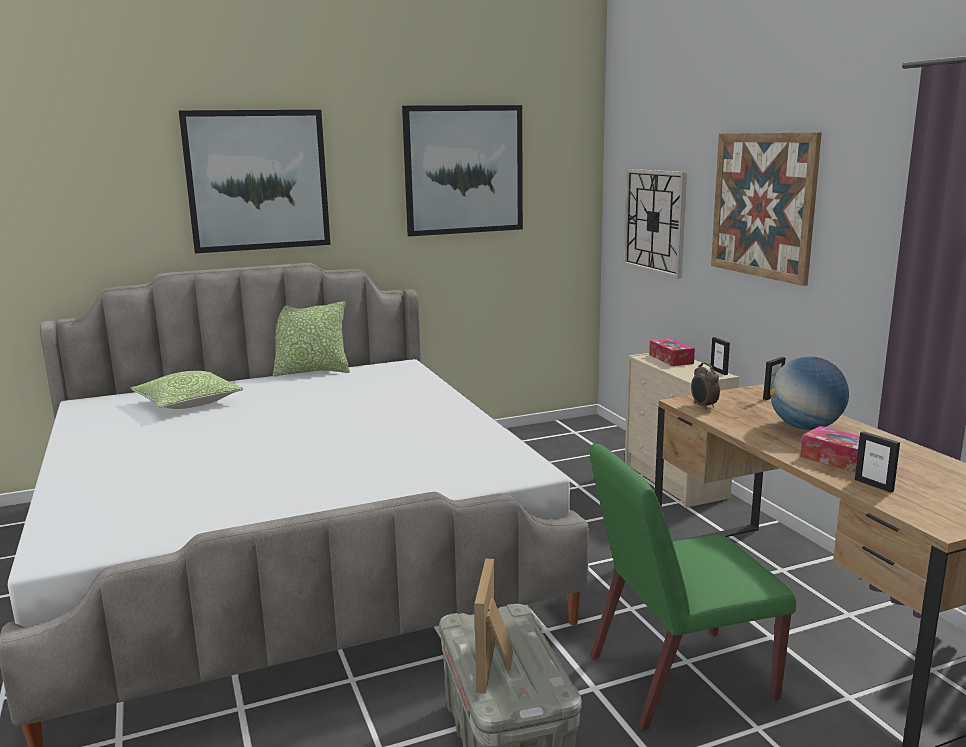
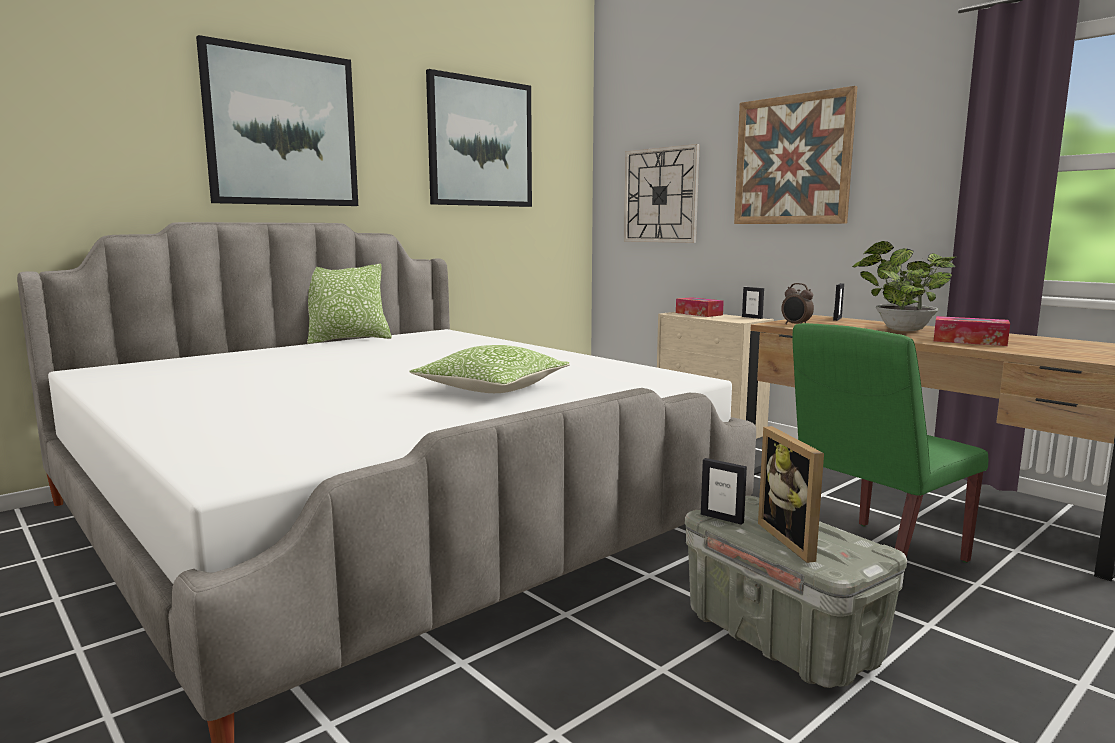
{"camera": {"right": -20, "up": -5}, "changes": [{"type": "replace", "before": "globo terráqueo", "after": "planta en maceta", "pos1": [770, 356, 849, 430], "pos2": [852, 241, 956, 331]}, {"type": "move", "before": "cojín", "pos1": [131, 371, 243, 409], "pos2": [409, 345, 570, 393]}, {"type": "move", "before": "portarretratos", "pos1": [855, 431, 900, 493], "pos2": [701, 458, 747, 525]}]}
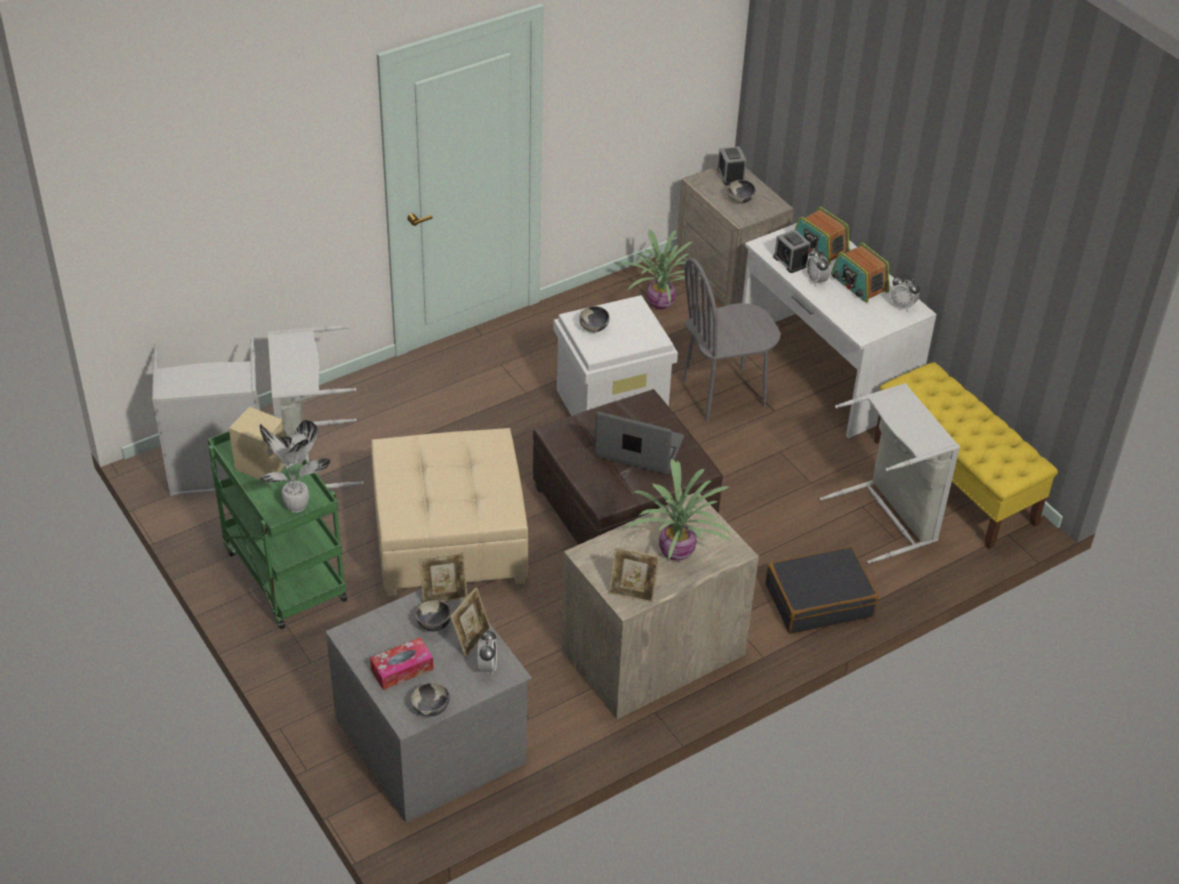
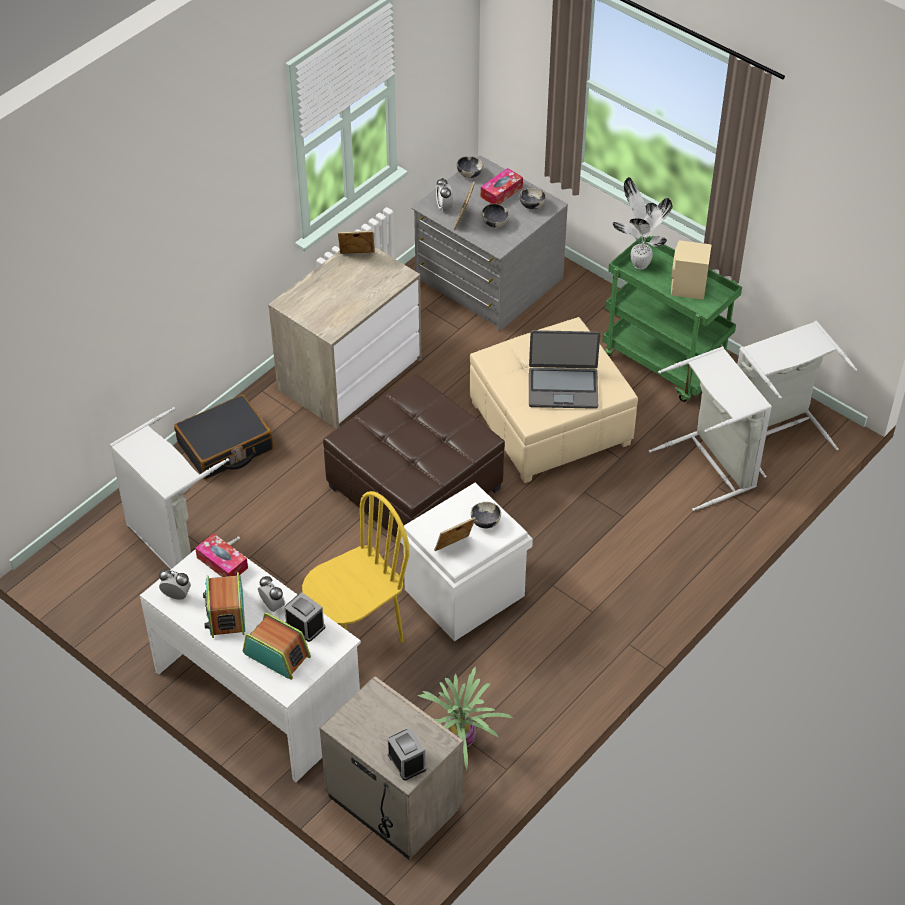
{"camera": {"right": 165, "up": 5}, "changes": [{"type": "move", "before": "cuenco", "pos1": [727, 180, 756, 204], "pos2": [519, 188, 546, 209]}, {"type": "rotate", "before": "radio", "pos1": [831, 242, 889, 303], "pos2": [203, 572, 245, 638], "turn": -135}, {"type": "recolor", "before": "silla [gris]", "after": "silla [amarillo]", "pos1": [683, 258, 781, 421], "pos2": [302, 491, 409, 643]}, {"type": "delete", "before": "banco [amarillo]", "pos1": [874, 362, 1058, 549]}, {"type": "move", "before": "portátil", "pos1": [595, 412, 684, 474], "pos2": [529, 330, 600, 409]}, {"type": "delete", "before": "planta en maceta", "pos1": [625, 459, 733, 560]}, {"type": "move", "before": "portarretratos", "pos1": [419, 552, 467, 603], "pos2": [434, 517, 476, 551]}, {"type": "insert", "after": "caja de pañuelos", "pos2": [195, 533, 248, 577]}]}
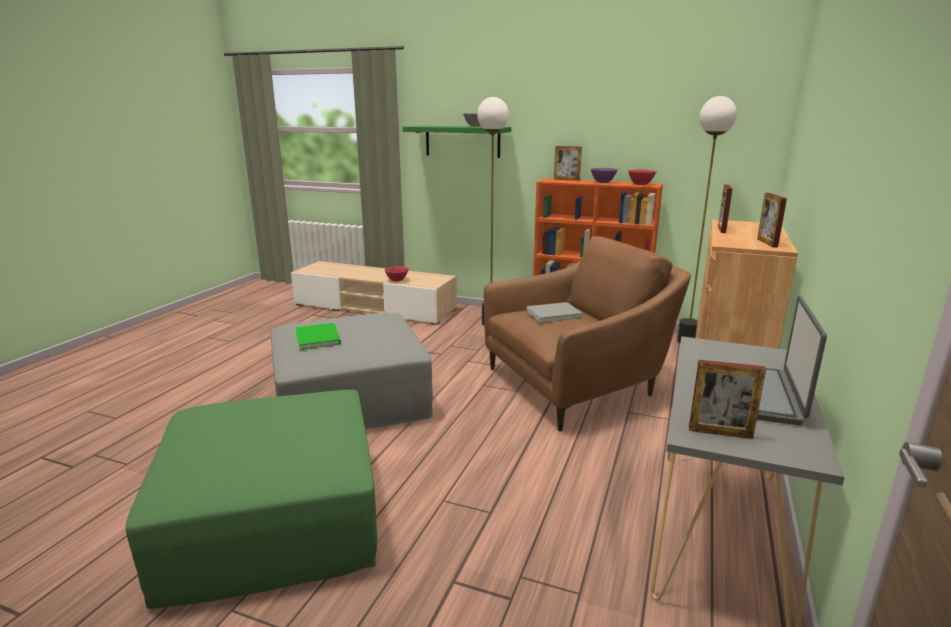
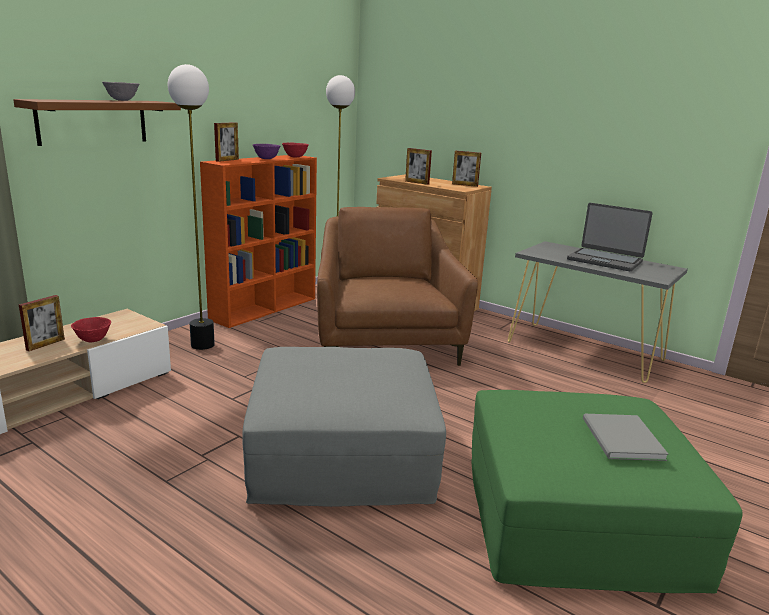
{"camera": {"right": -75, "up": 0}, "changes": [{"type": "recolor", "before": "estante [verde]", "after": "estante [marrón]", "pos1": [402, 126, 511, 158], "pos2": [13, 99, 181, 146]}, {"type": "move", "before": "libro [gris]", "pos1": [526, 302, 583, 323], "pos2": [583, 414, 668, 461]}, {"type": "delete", "before": "libro [verde]", "pos1": [295, 323, 341, 350]}, {"type": "move", "before": "portarretratos", "pos1": [689, 360, 766, 439], "pos2": [19, 295, 65, 351]}]}
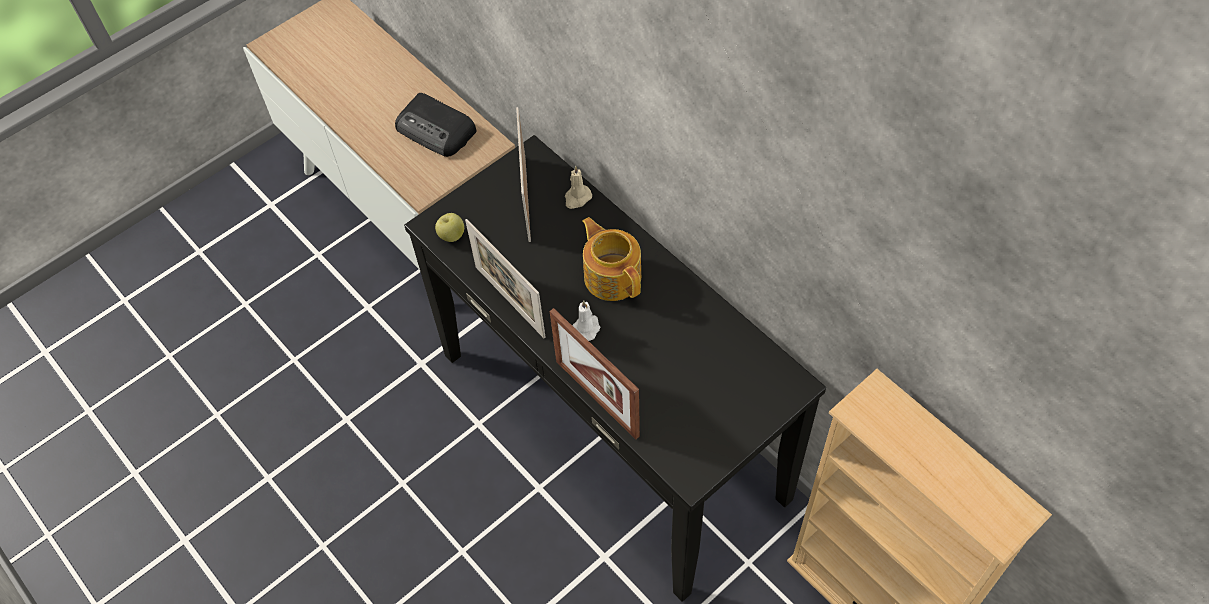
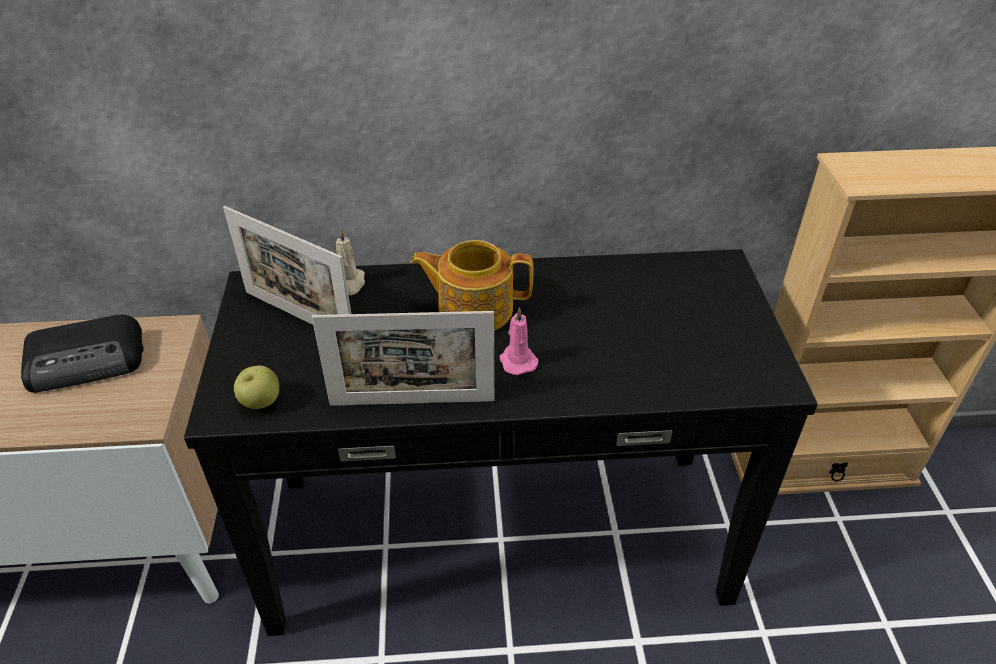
{"camera": {"right": -55, "up": -15}, "changes": [{"type": "recolor", "before": "vela [blanco]", "after": "vela [rosa]", "pos1": [572, 300, 600, 341], "pos2": [500, 307, 539, 375]}, {"type": "delete", "before": "portarretratos", "pos1": [550, 308, 640, 439]}]}
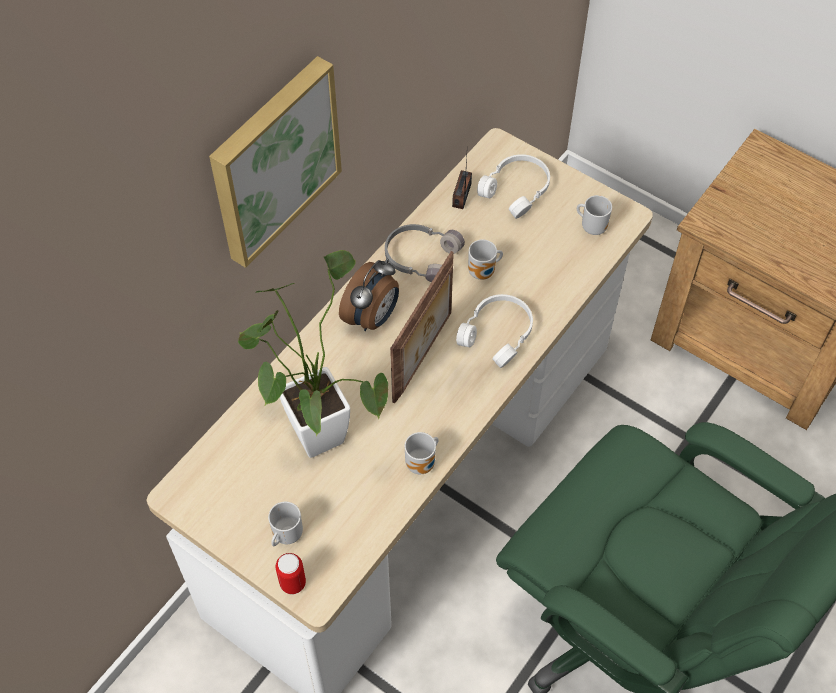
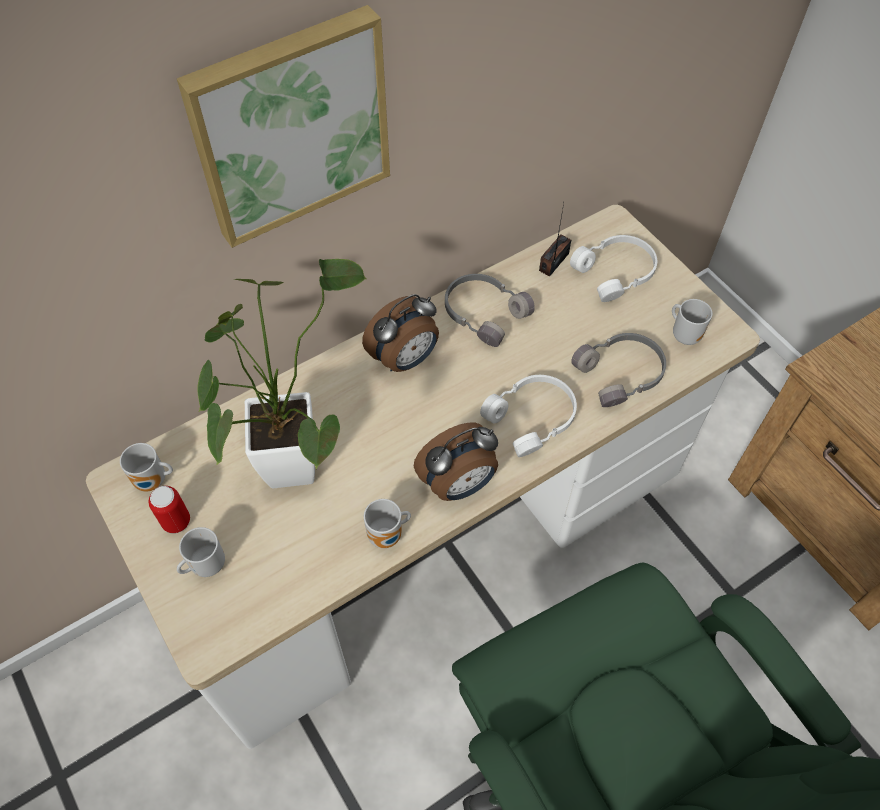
{"camera": {"right": 20, "up": 0}, "changes": [{"type": "move", "before": "taza grande", "pos1": [468, 239, 503, 280], "pos2": [120, 443, 173, 492]}, {"type": "delete", "before": "portarretratos", "pos1": [390, 251, 454, 404]}, {"type": "move", "before": "lata", "pos1": [276, 553, 306, 594], "pos2": [149, 486, 190, 534]}, {"type": "insert", "after": "auriculares [gris]", "pos2": [571, 333, 666, 407]}, {"type": "insert", "after": "despertador", "pos2": [414, 423, 498, 501]}]}
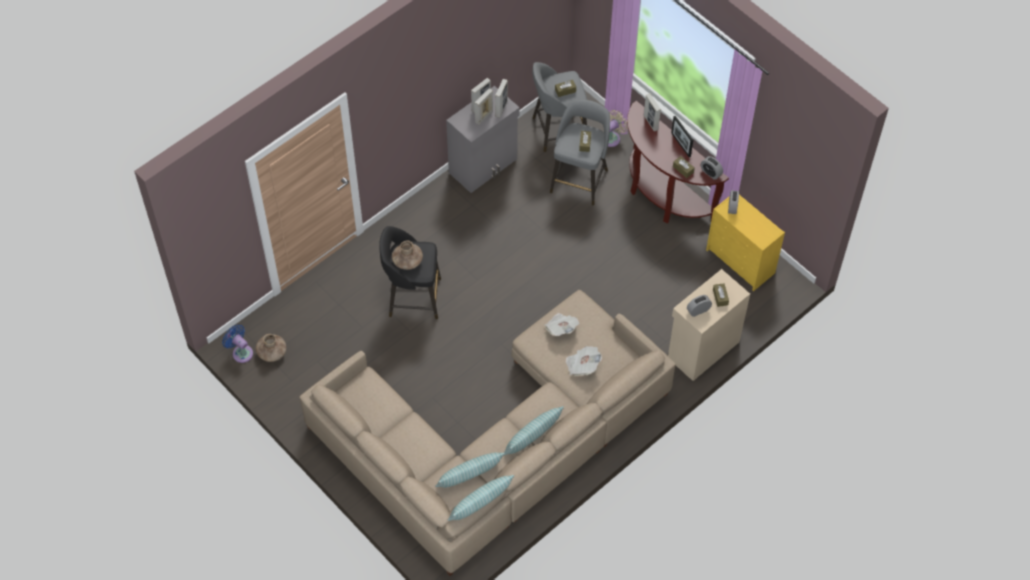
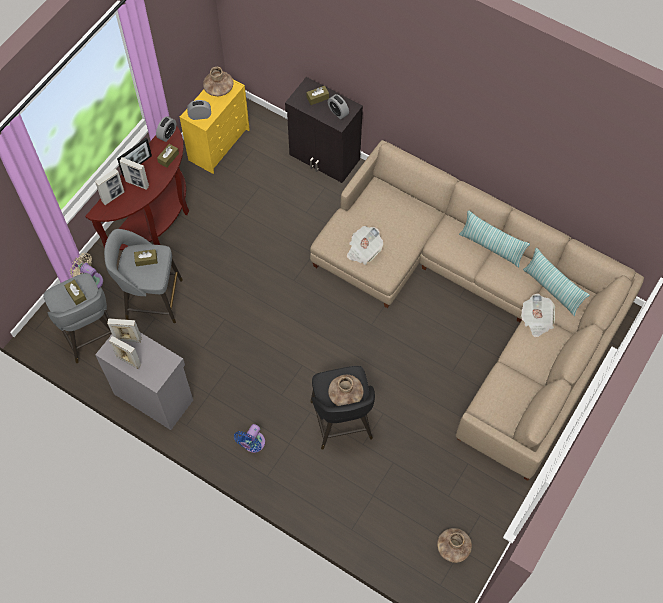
{"camera": {"right": -105, "up": 5}, "changes": [{"type": "move", "before": "portarretratos", "pos1": [475, 88, 493, 125], "pos2": [120, 157, 149, 190]}, {"type": "recolor", "before": "armario [beis]", "after": "armario [negro]", "pos1": [668, 269, 750, 381], "pos2": [285, 77, 363, 183]}, {"type": "move", "before": "ventilador [azul]", "pos1": [222, 324, 253, 363], "pos2": [234, 424, 265, 453]}, {"type": "move", "before": "periódico", "pos1": [565, 346, 602, 376], "pos2": [521, 294, 555, 337]}, {"type": "delete", "before": "cojín", "pos1": [447, 475, 514, 521]}, {"type": "insert", "after": "florero [marrón]", "pos2": [203, 67, 233, 96]}]}
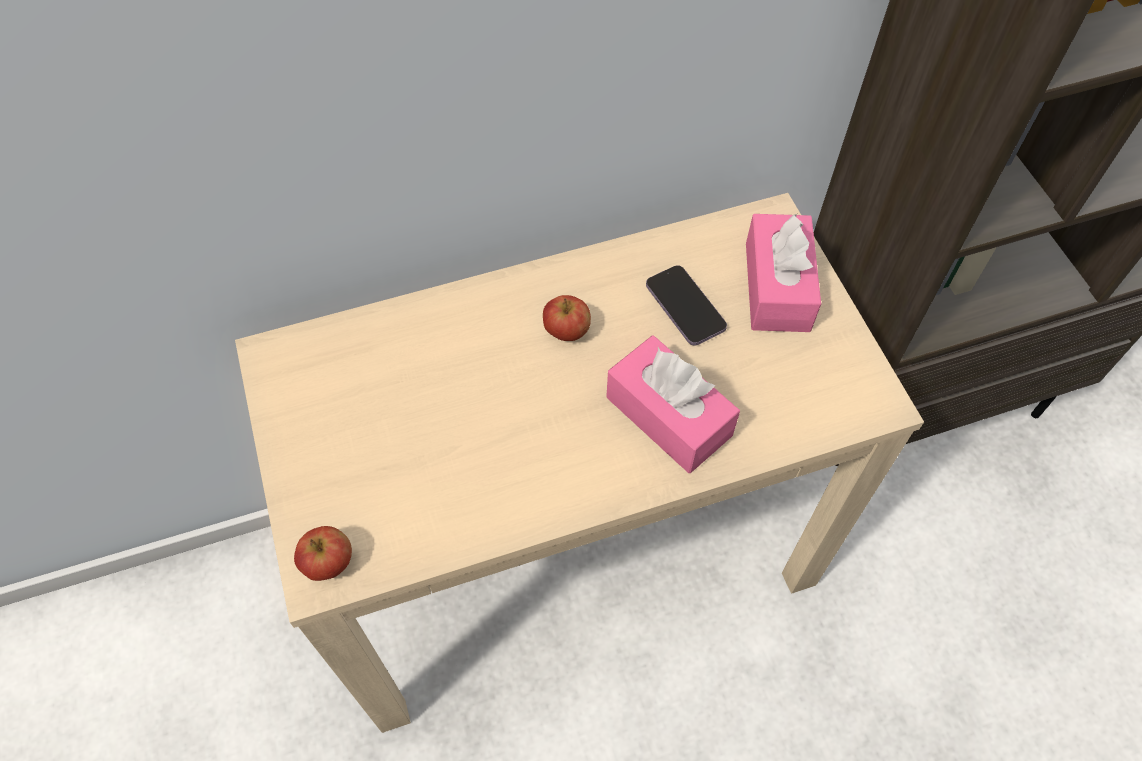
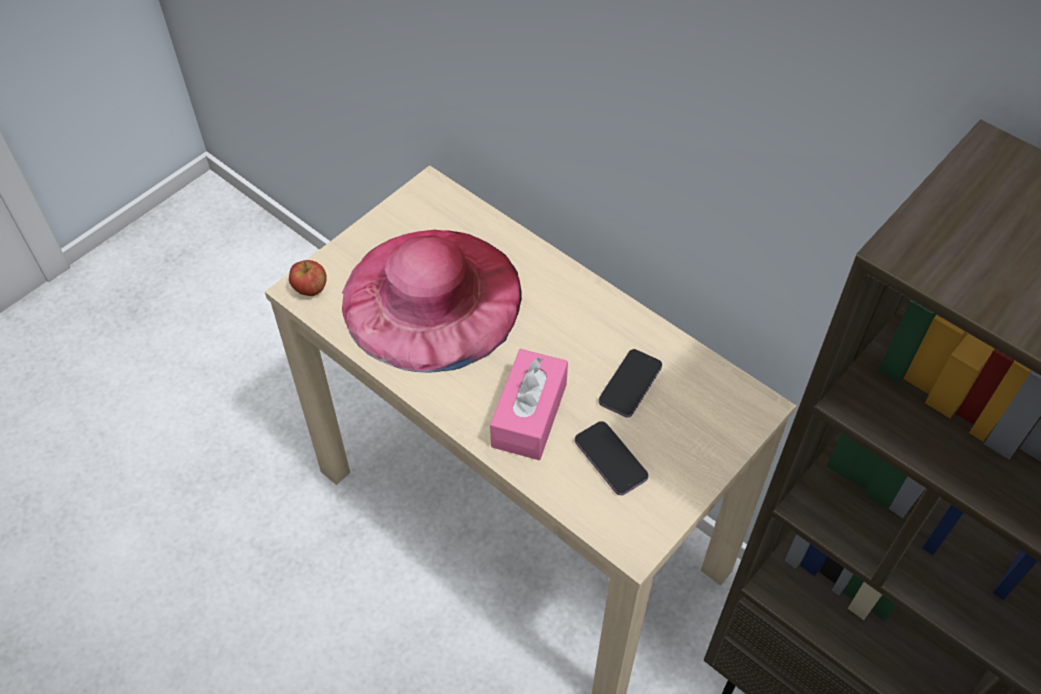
{"camera": {"right": 60, "up": -5}, "changes": [{"type": "delete", "before": "caja de pañuelos [rosa]", "pos1": [746, 214, 821, 332]}, {"type": "delete", "before": "manzana", "pos1": [543, 295, 591, 341]}, {"type": "insert", "after": "sombrero [rosa]", "pos2": [342, 230, 522, 373]}, {"type": "insert", "after": "móvil", "pos2": [575, 421, 649, 495]}]}
